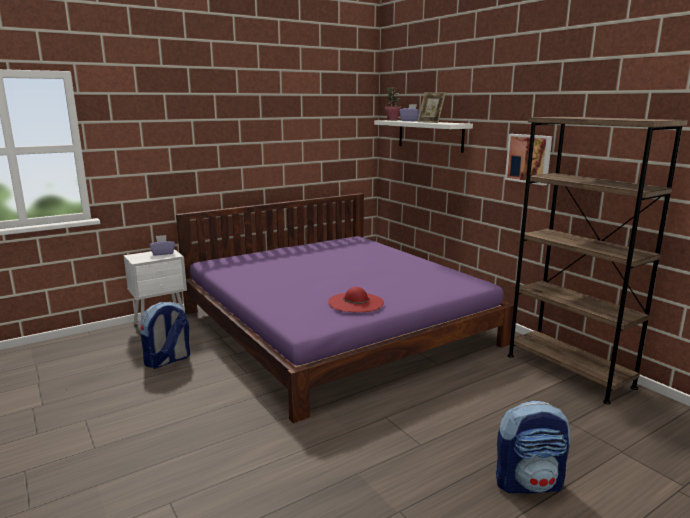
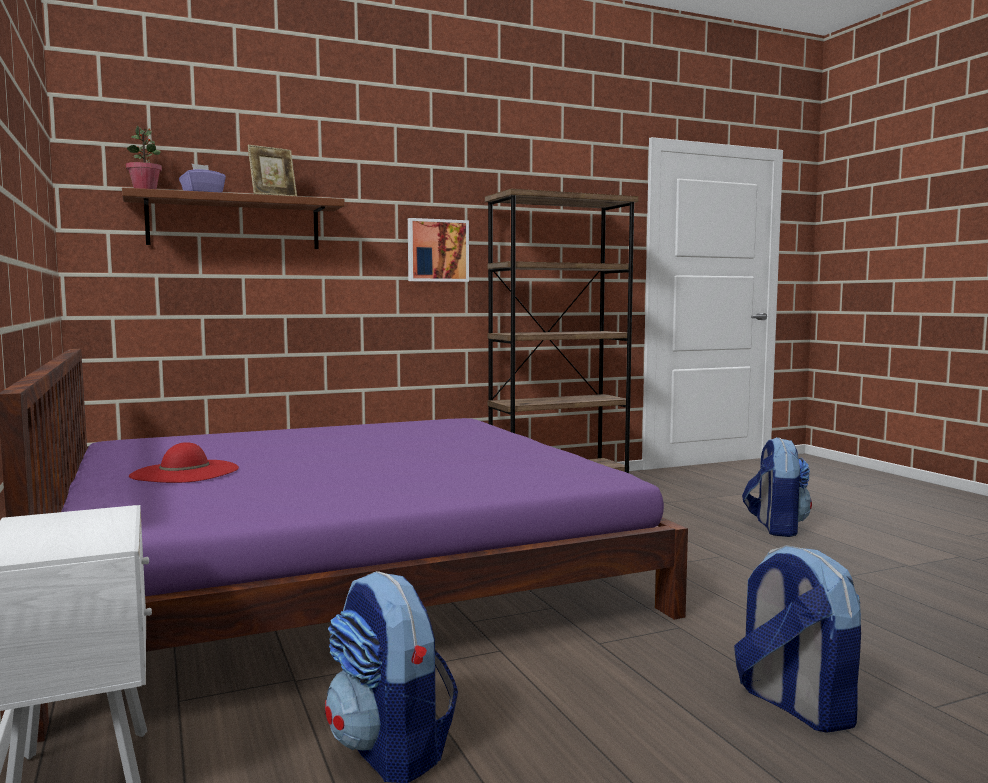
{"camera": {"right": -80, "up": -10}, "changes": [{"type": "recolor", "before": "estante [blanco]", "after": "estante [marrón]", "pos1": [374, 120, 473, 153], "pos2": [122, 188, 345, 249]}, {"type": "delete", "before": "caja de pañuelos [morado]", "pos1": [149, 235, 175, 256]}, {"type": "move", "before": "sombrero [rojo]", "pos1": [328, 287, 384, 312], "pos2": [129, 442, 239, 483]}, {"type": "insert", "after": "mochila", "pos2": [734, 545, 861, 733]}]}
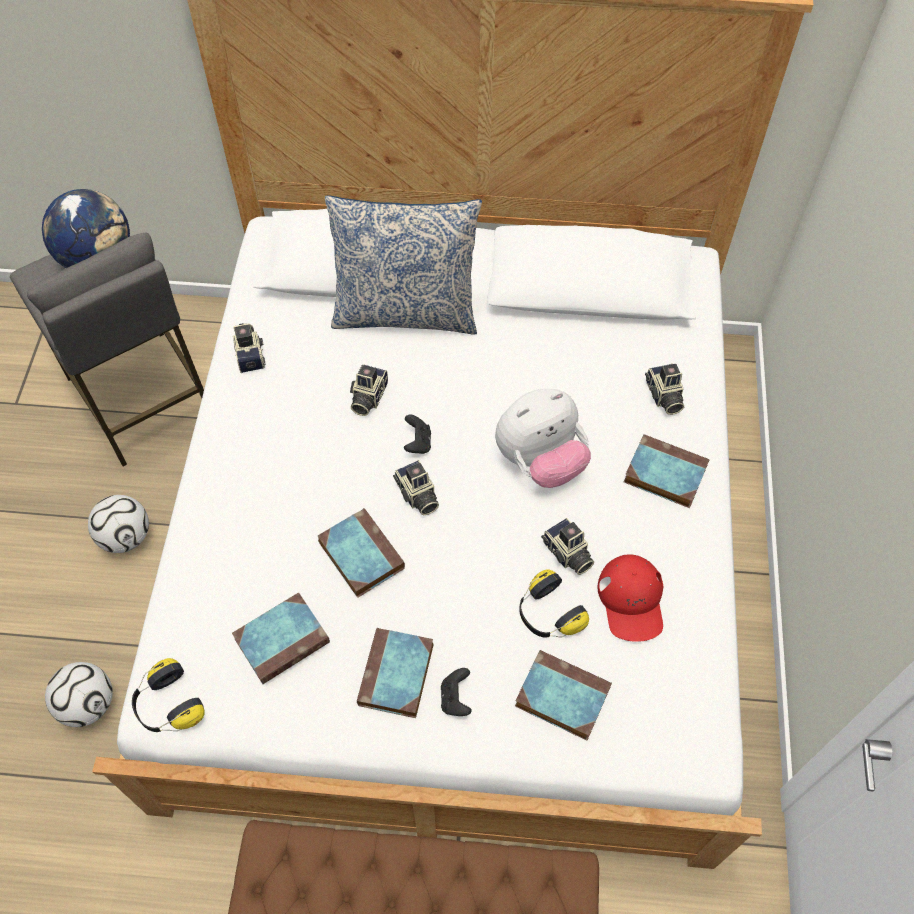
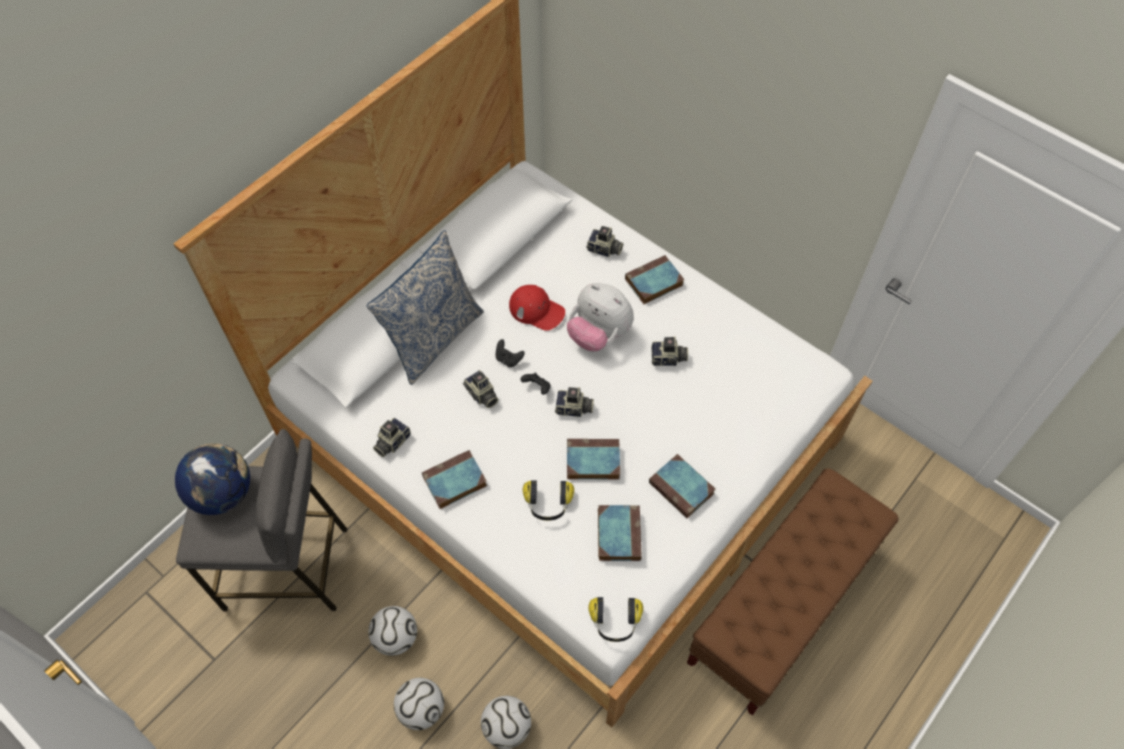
{"camera": {"right": -55, "up": 0}, "changes": [{"type": "rotate", "before": "cámara", "pos1": [233, 323, 266, 373], "pos2": [373, 418, 411, 457], "turn": -75}, {"type": "rotate", "before": "peluche", "pos1": [495, 389, 591, 488], "pos2": [567, 283, 634, 351], "turn": 120}, {"type": "move", "before": "gorra [rojo]", "pos1": [598, 554, 664, 642], "pos2": [509, 285, 565, 331]}, {"type": "move", "before": "auriculares", "pos1": [519, 569, 589, 638], "pos2": [523, 480, 574, 521]}, {"type": "move", "before": "libro", "pos1": [515, 650, 612, 740], "pos2": [422, 450, 487, 509]}, {"type": "move", "before": "mando de consola [negro]", "pos1": [441, 668, 472, 716], "pos2": [496, 339, 525, 368]}, {"type": "insert", "after": "balón de fútbol", "pos2": [394, 678, 444, 730]}]}
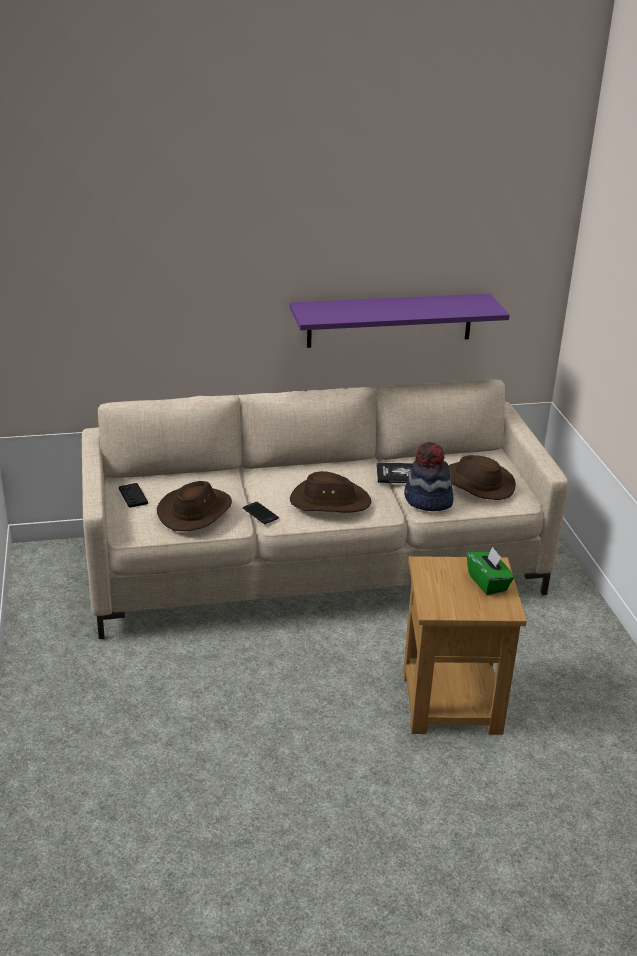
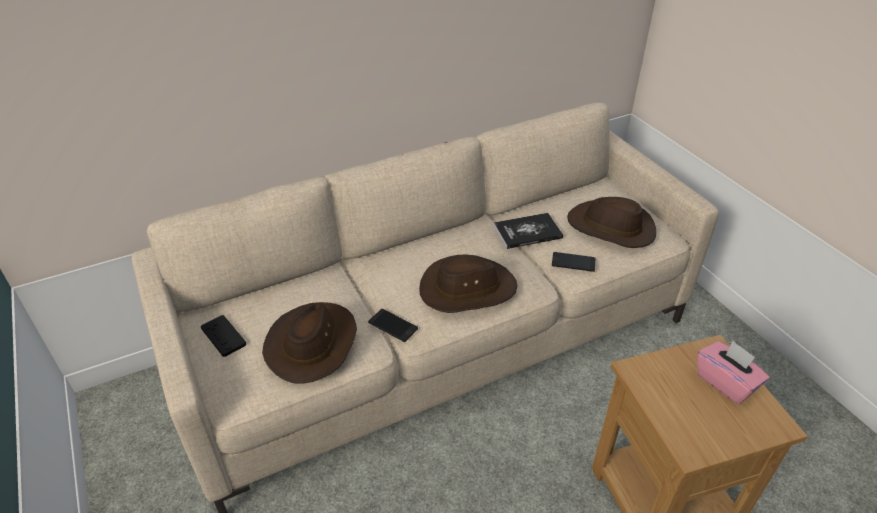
{"camera": {"right": -15, "up": 10}, "changes": [{"type": "delete", "before": "estante [morado]", "pos1": [290, 293, 509, 348]}, {"type": "replace", "before": "sombrero", "after": "móvil", "pos1": [404, 442, 454, 511], "pos2": [552, 252, 595, 272]}, {"type": "recolor", "before": "caja de pañuelos [verde]", "after": "caja de pañuelos [rosa]", "pos1": [467, 546, 514, 595], "pos2": [697, 341, 770, 404]}]}
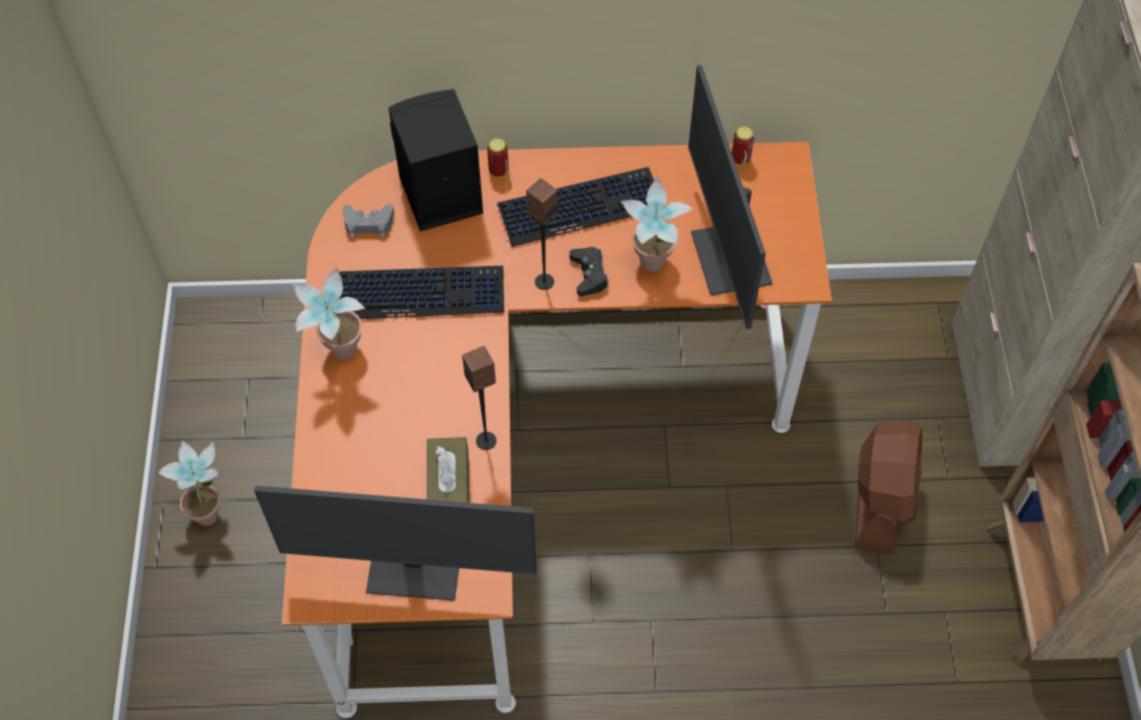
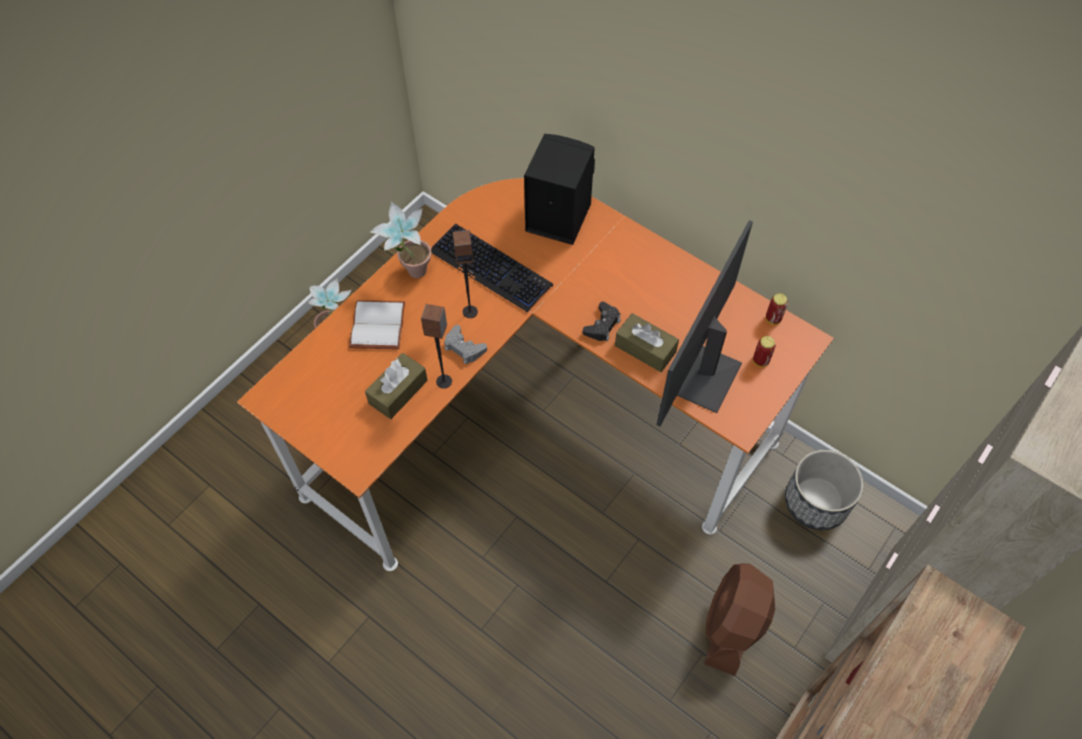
{"camera": {"right": 40, "up": 0}, "changes": [{"type": "move", "before": "lata", "pos1": [487, 139, 509, 178], "pos2": [753, 336, 776, 367]}, {"type": "delete", "before": "teclado", "pos1": [497, 167, 654, 247]}, {"type": "replace", "before": "planta en maceta", "after": "caja de pañuelos [marrón]", "pos1": [621, 176, 693, 271], "pos2": [615, 313, 679, 372]}, {"type": "move", "before": "altavoz", "pos1": [526, 178, 558, 290], "pos2": [453, 230, 478, 318]}, {"type": "move", "before": "mando de consola [gris]", "pos1": [342, 204, 394, 237], "pos2": [444, 325, 487, 364]}, {"type": "rotate", "before": "ventilador [marrón]", "pos1": [855, 419, 922, 555], "pos2": [704, 563, 775, 676], "turn": 150}, {"type": "delete", "before": "monitor", "pos1": [254, 486, 537, 601]}, {"type": "insert", "after": "libro [blanco]", "pos2": [349, 300, 405, 349]}, {"type": "insert", "after": "maceta", "pos2": [785, 450, 864, 530]}]}
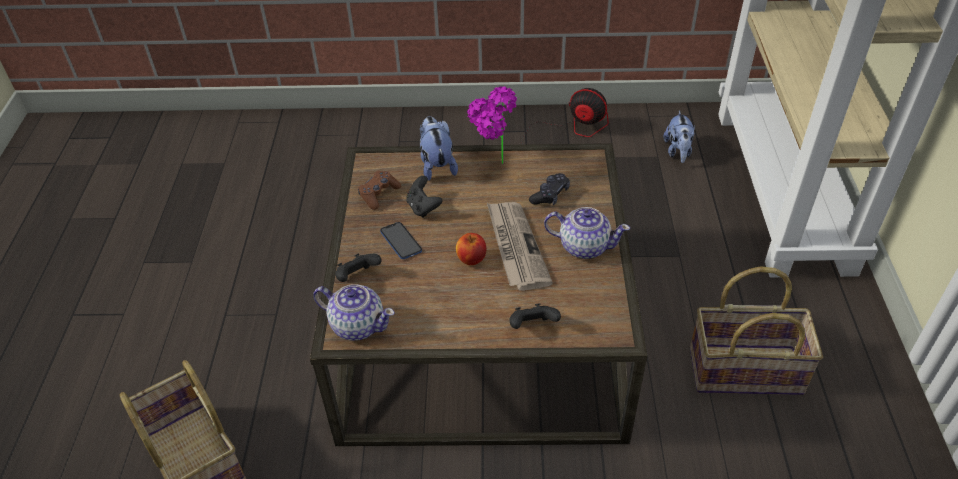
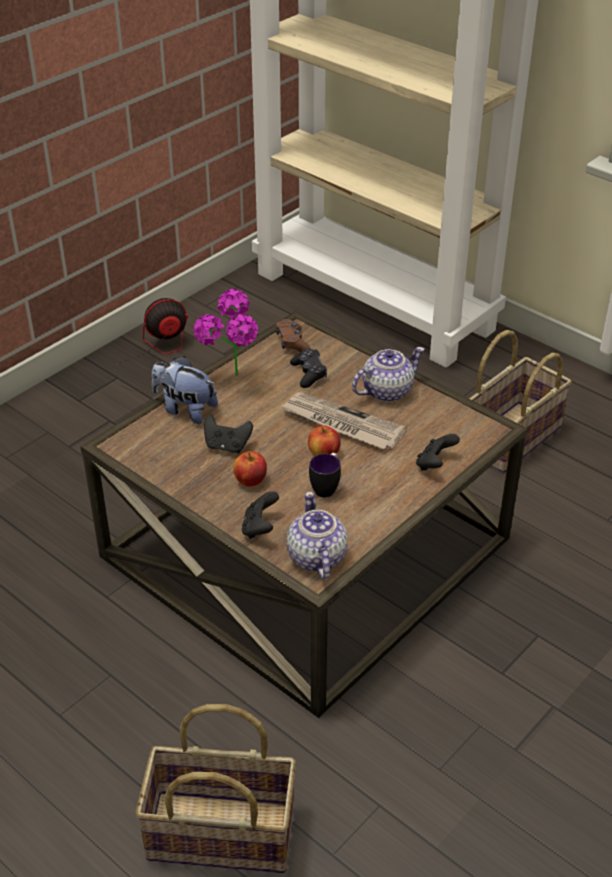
{"camera": {"right": -50, "up": -5}, "changes": [{"type": "delete", "before": "peluche", "pos1": [663, 111, 695, 163]}, {"type": "move", "before": "mando de consola [marrón]", "pos1": [358, 170, 401, 210], "pos2": [275, 319, 311, 352]}, {"type": "replace", "before": "móvil", "after": "manzana", "pos1": [380, 222, 422, 259], "pos2": [233, 451, 267, 487]}, {"type": "rotate", "before": "tetera", "pos1": [313, 284, 395, 340], "pos2": [287, 491, 348, 579], "turn": -75}, {"type": "insert", "after": "taza grande", "pos2": [309, 453, 341, 498]}]}
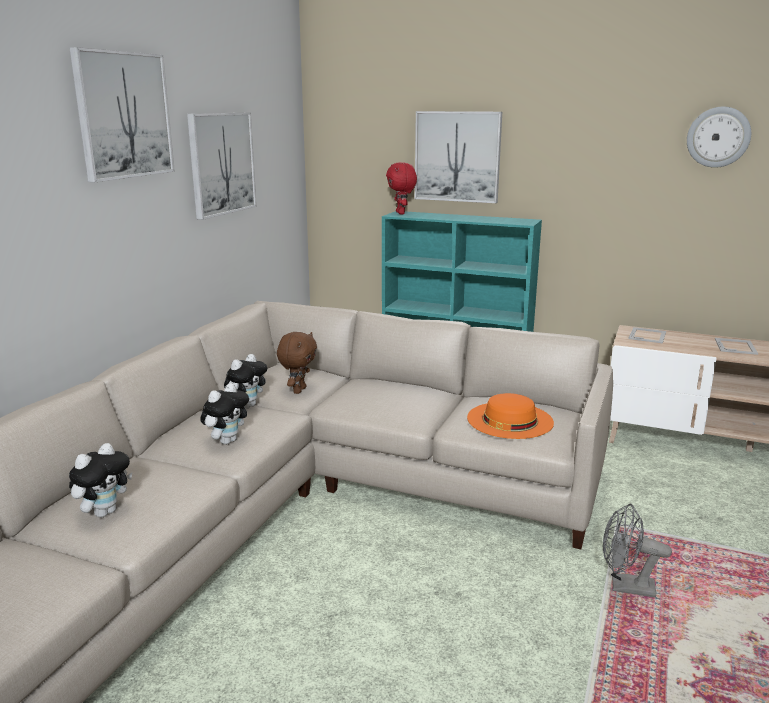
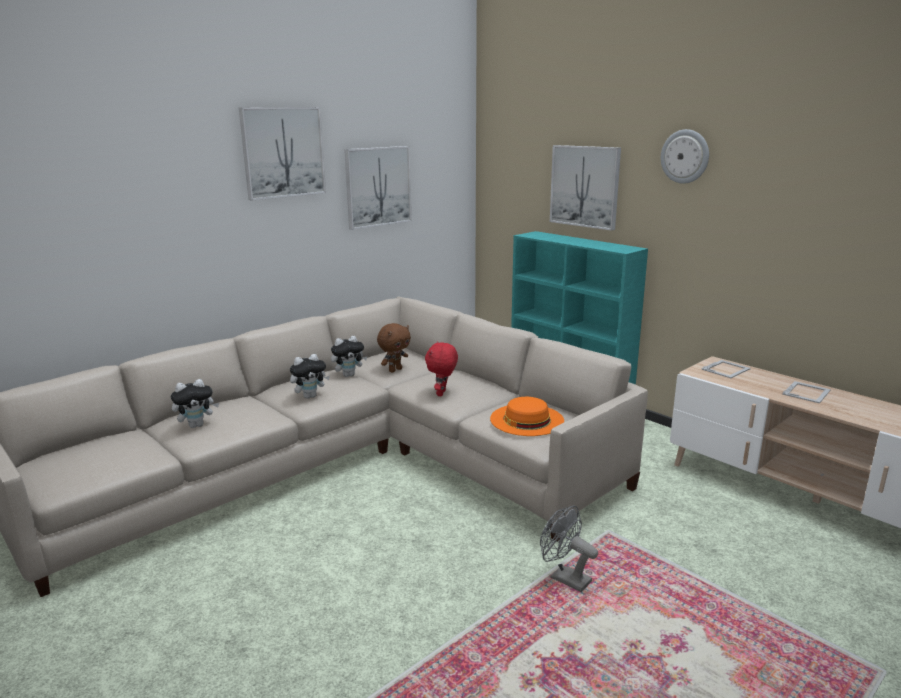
{"camera": {"right": 25, "up": 0}, "changes": [{"type": "move", "before": "reloj de pared", "pos1": [687, 107, 751, 168], "pos2": [661, 129, 709, 184]}, {"type": "move", "before": "peluche [rojo]", "pos1": [386, 162, 417, 214], "pos2": [425, 341, 458, 396]}]}
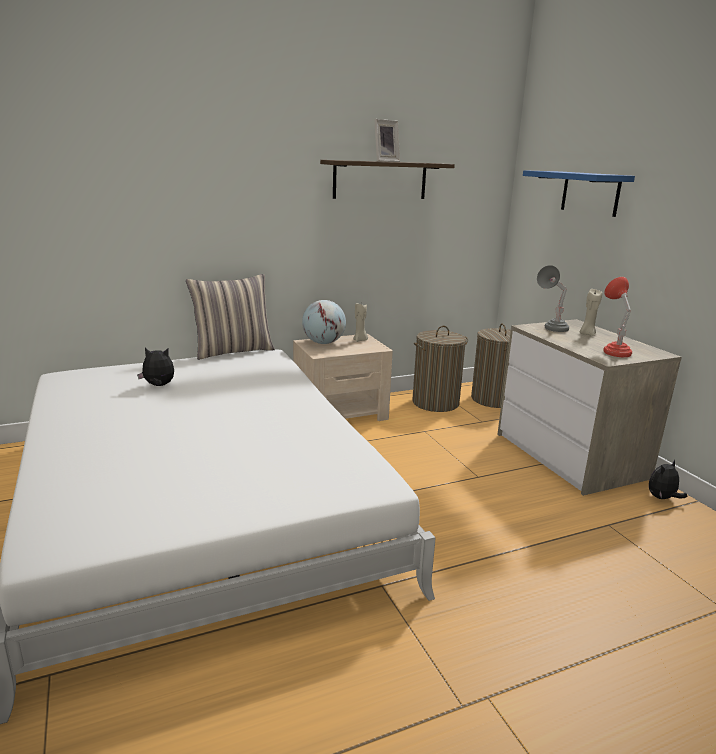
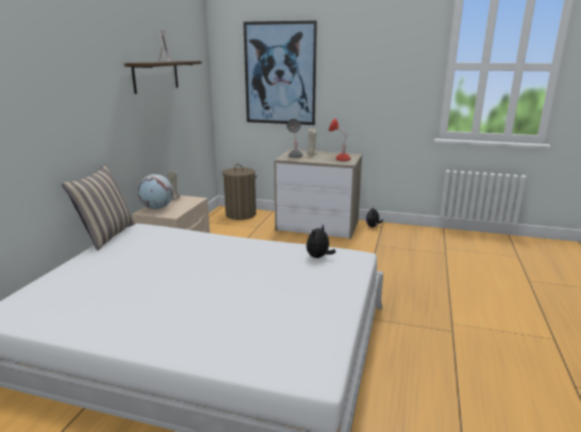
{"camera": {"right": -50, "up": 0}, "changes": [{"type": "replace", "before": "estante [azul]", "after": "cuadro", "pos1": [523, 170, 635, 217], "pos2": [243, 21, 317, 125]}, {"type": "delete", "before": "cesto de la ropa", "pos1": [412, 326, 468, 412]}, {"type": "move", "before": "peluche", "pos1": [137, 348, 174, 386], "pos2": [306, 225, 336, 258]}]}
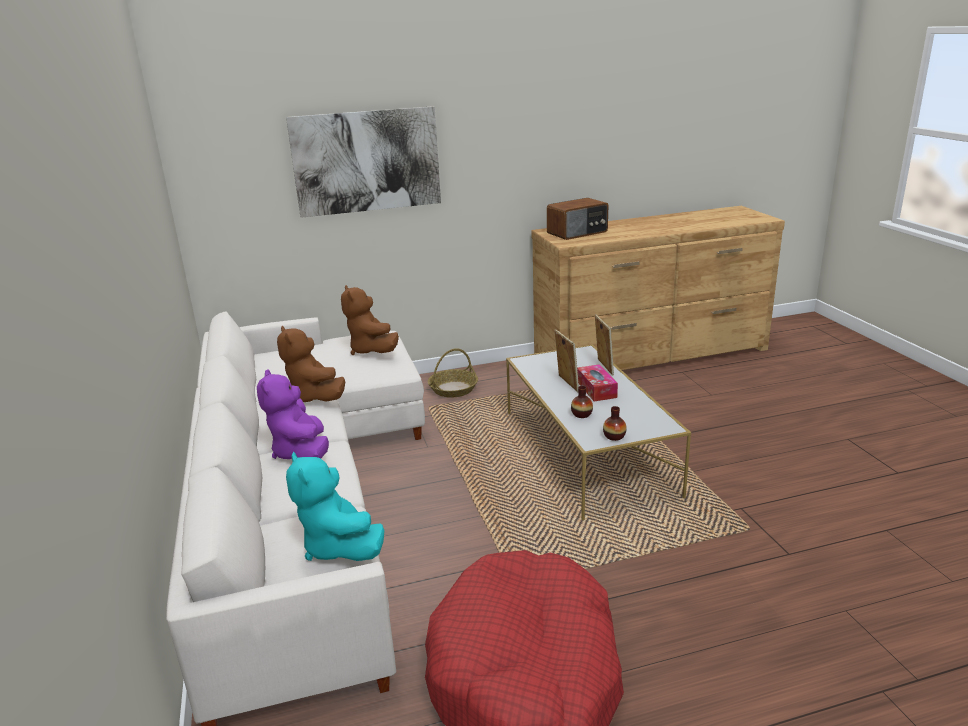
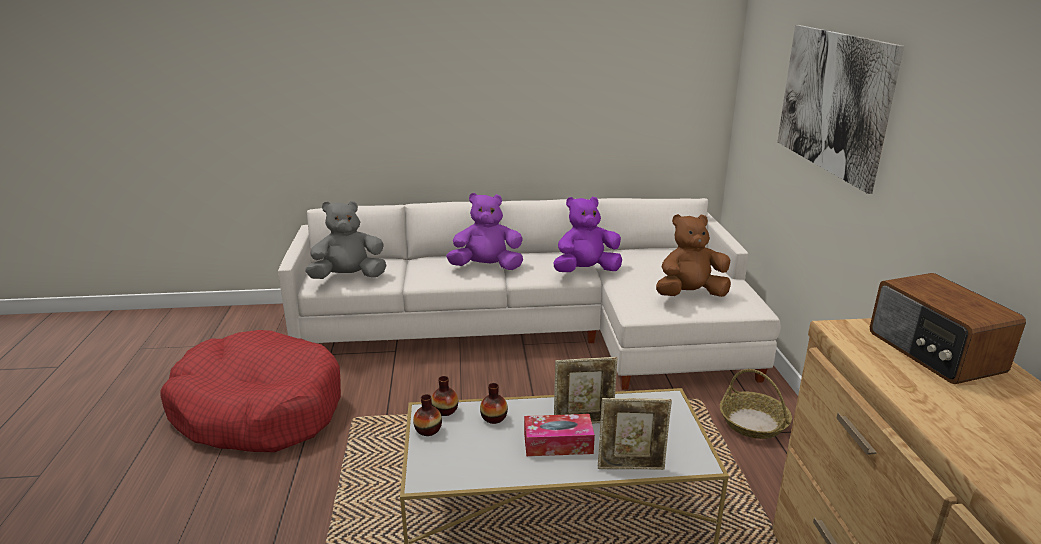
{"camera": {"right": 100, "up": 0}, "changes": [{"type": "recolor", "before": "peluche [marrón]", "after": "peluche [morado]", "pos1": [277, 326, 345, 402], "pos2": [553, 197, 622, 272]}, {"type": "recolor", "before": "peluche [turquesa]", "after": "peluche [gris]", "pos1": [286, 452, 384, 561], "pos2": [305, 201, 387, 279]}, {"type": "insert", "after": "florero", "pos2": [432, 376, 458, 416]}]}
